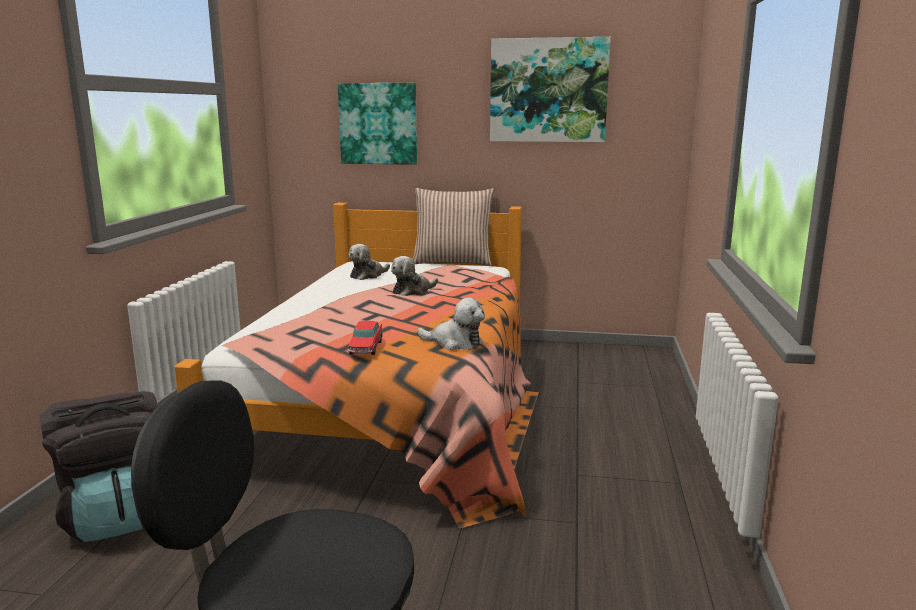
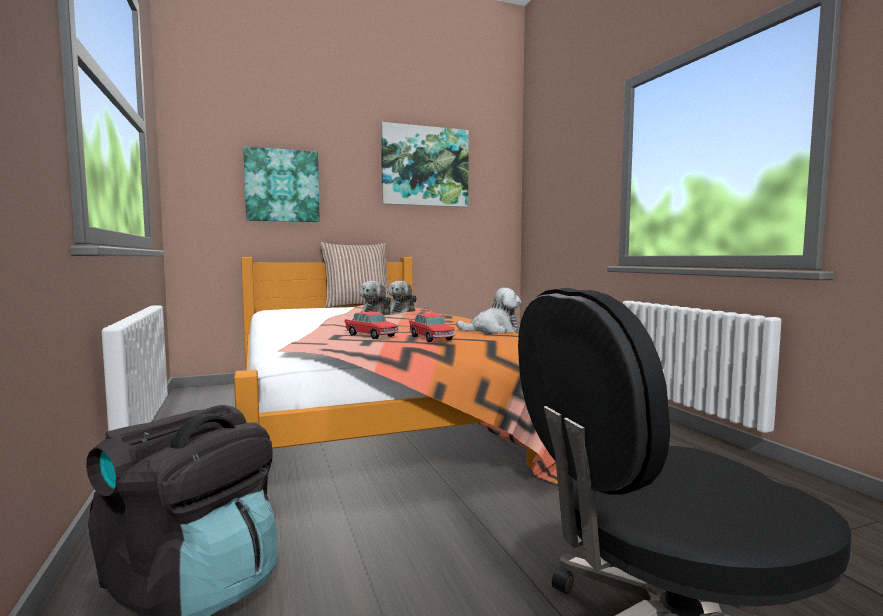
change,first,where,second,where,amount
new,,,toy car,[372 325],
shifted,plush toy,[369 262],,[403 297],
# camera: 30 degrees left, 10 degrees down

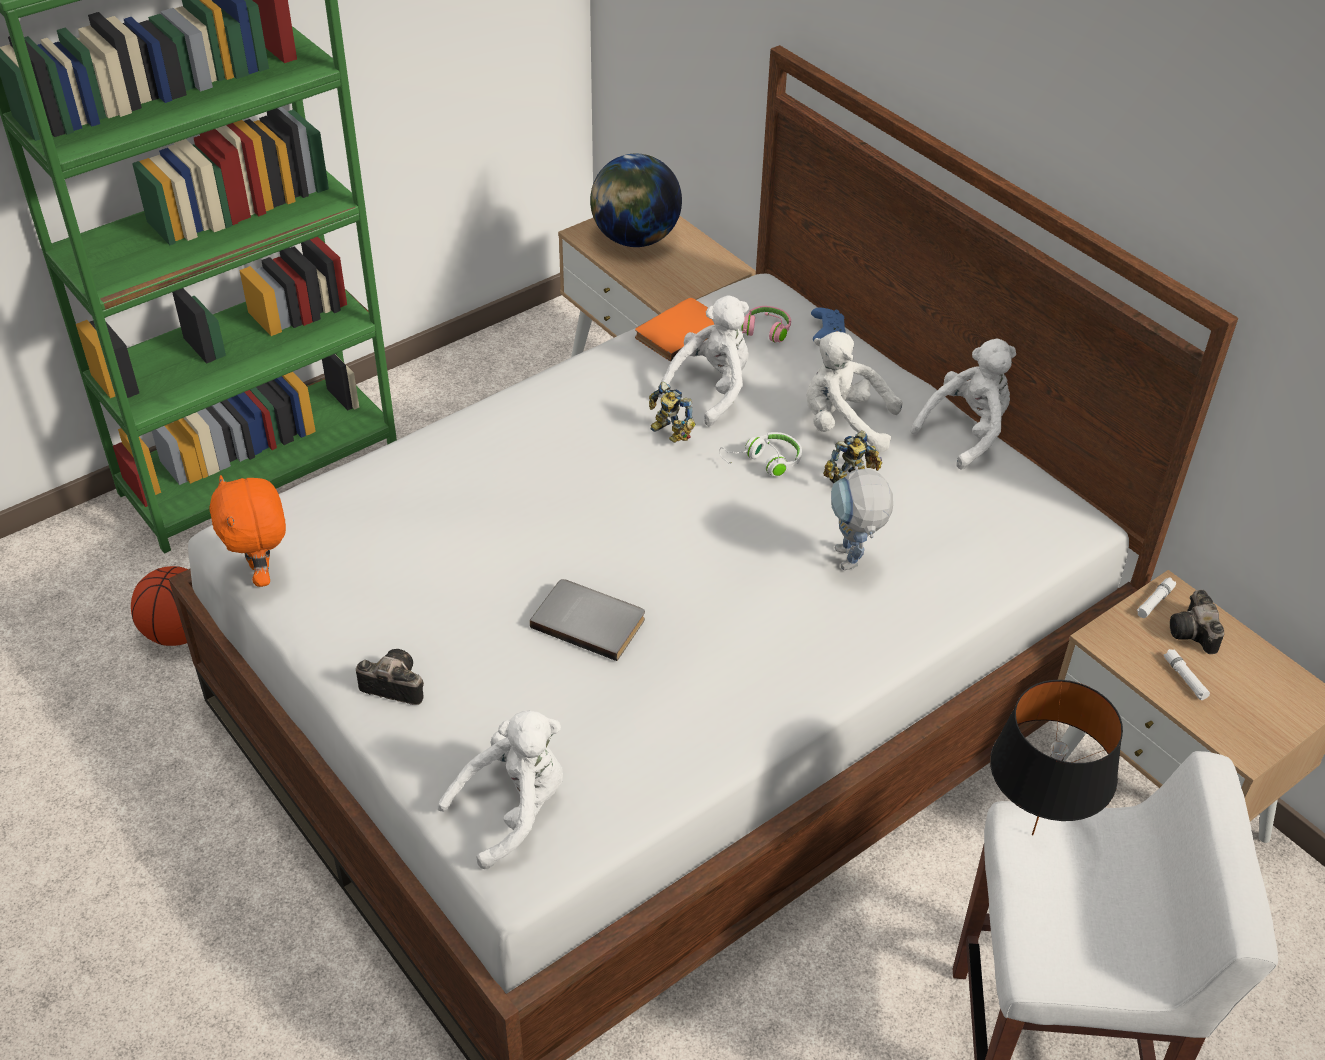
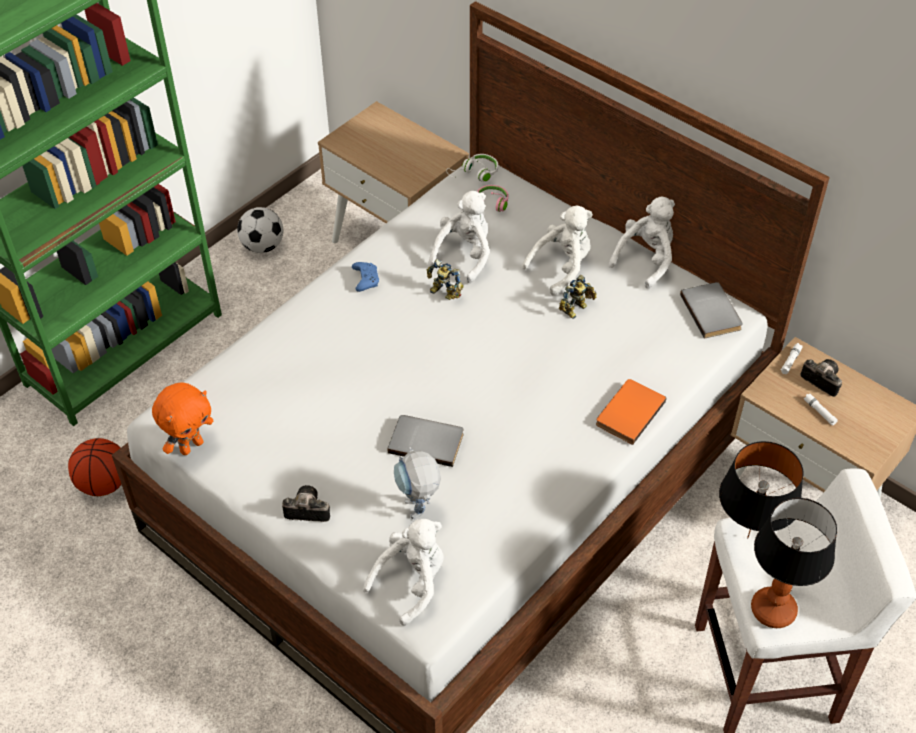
change,first,where,second,where,amount
gone,globe,[636 200],,,
new,,,football,[260 230],
new,,,book (grey),[711 310],
new,,,table lamp,[794 563],
shifted,book (orange),[674 329],,[631 412],
shifted,headphones (white),[760 454],,[472 168],
shifted,game controller (blue),[828 324],,[365 277],
shifted,toy robot,[862 518],,[417 483],
rotated,plush toy (orange),[248 531],,[182 418],105 degrees counterclockwise
rotated,plush toy (white),[854 391],,[557 251],135 degrees clockwise
rotated,photo camera,[1197 622],,[821 378],150 degrees clockwise
# camera: 10 degrees left, 5 degrees up

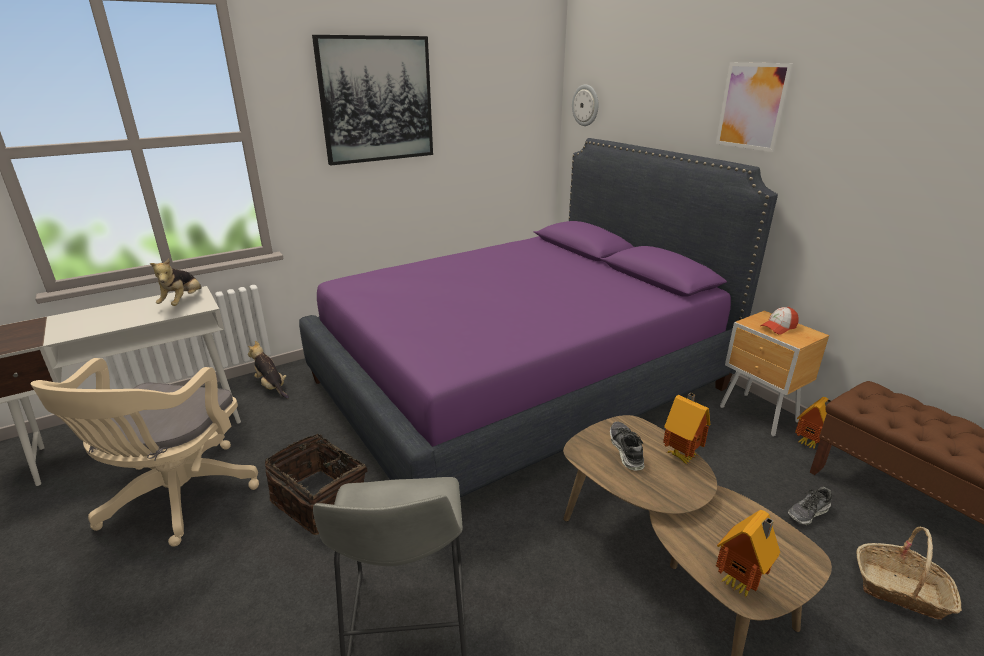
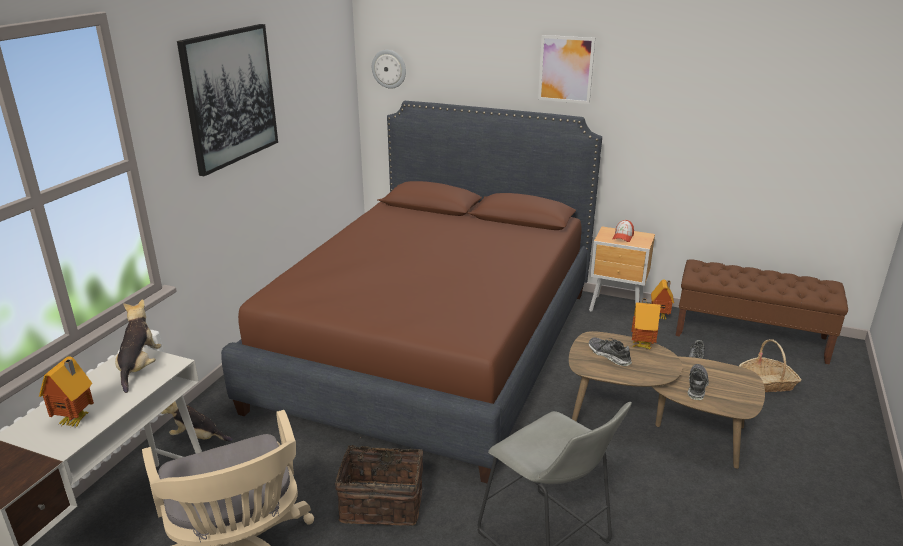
change,first,where,second,where,amount
new,,,shoe,[698 382],
shifted,toy house,[748 553],,[66 391],
repainted,bed (purple),[538 317],bed (brown),[411 292],
rotated,plush toy,[176 282],,[138 346],150 degrees counterclockwise
# camera: 35 degrees left, 0 degrees up

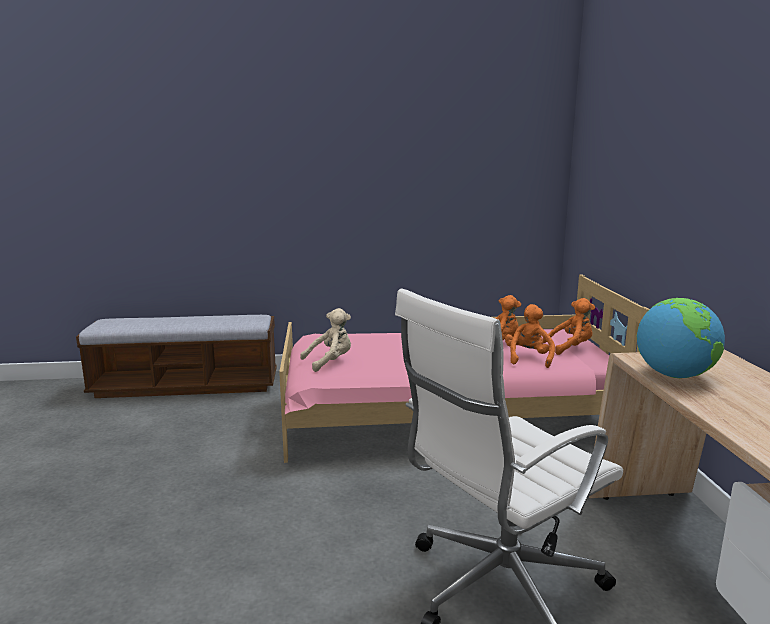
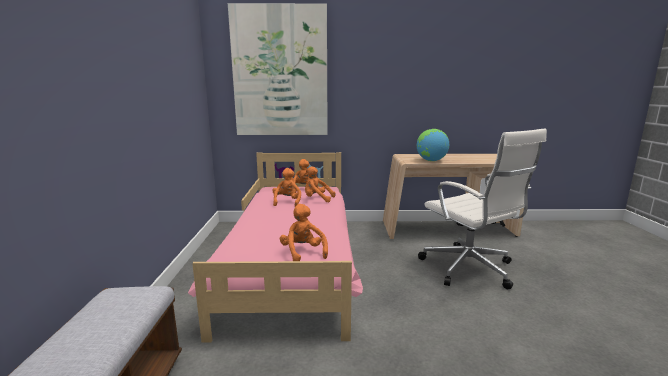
change,first,where,second,where,amount
new,,,picture,[278 69],
repainted,plush toy (beige),[325 340],plush toy (orange),[304 232],
# camera: 85 degrees left, 0 degrees up

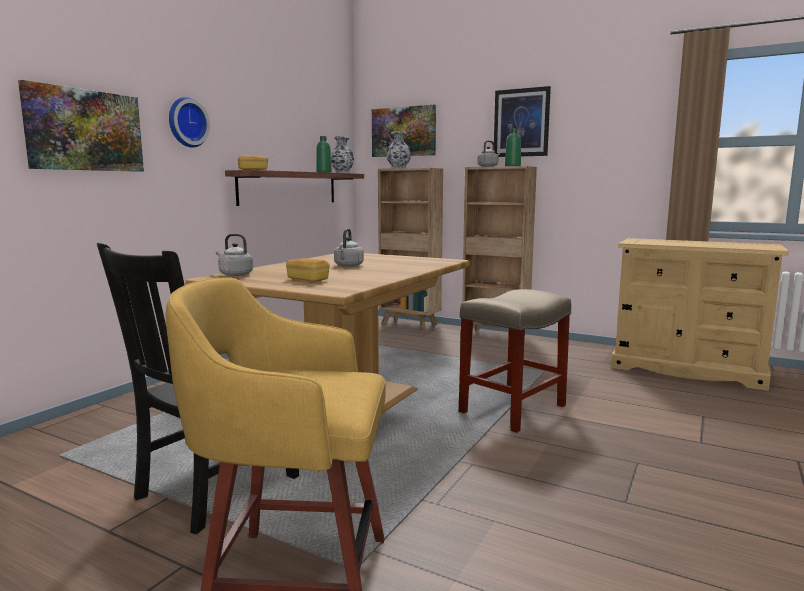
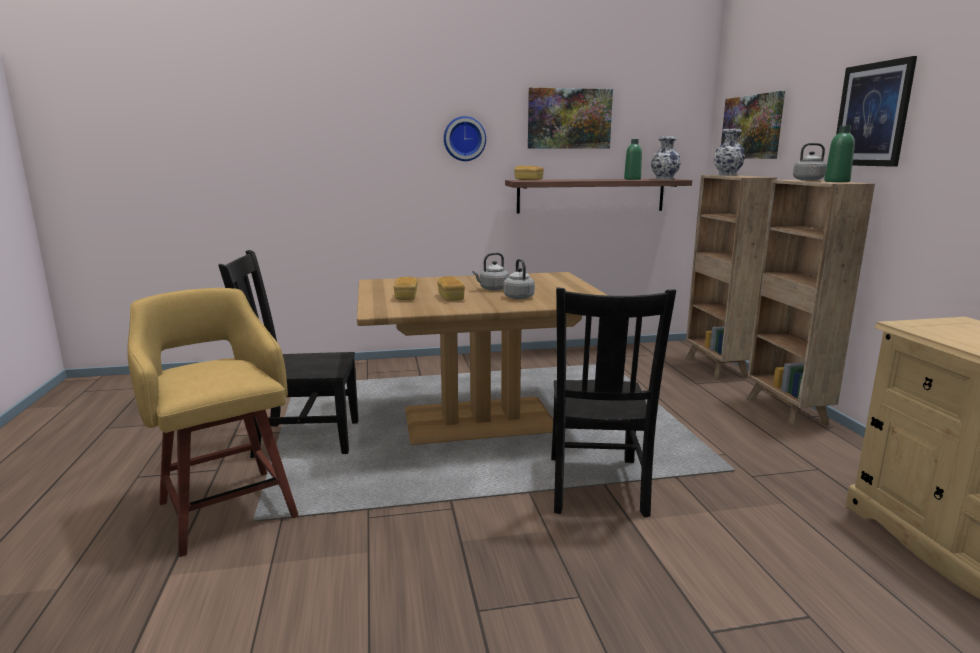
change,first,where,second,where,amount
new,,,bread,[451 288],
shifted,picture,[81 126],,[570 118],
shifted,kettle (grey),[234 255],,[519 279],
swapped,stool (beige),[515 361],chair (black),[613 402],
# camera: 50 degrees right, 5 degrees up

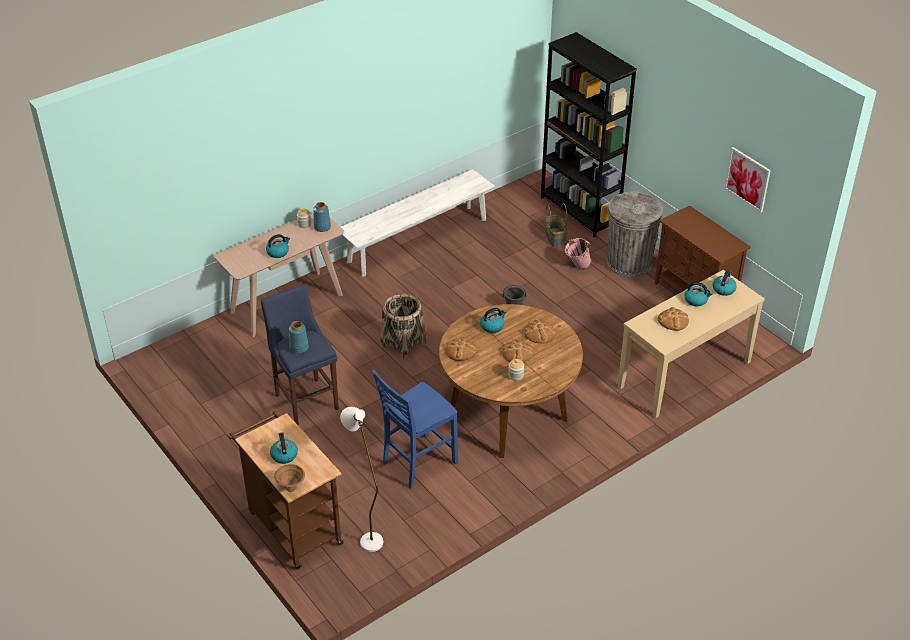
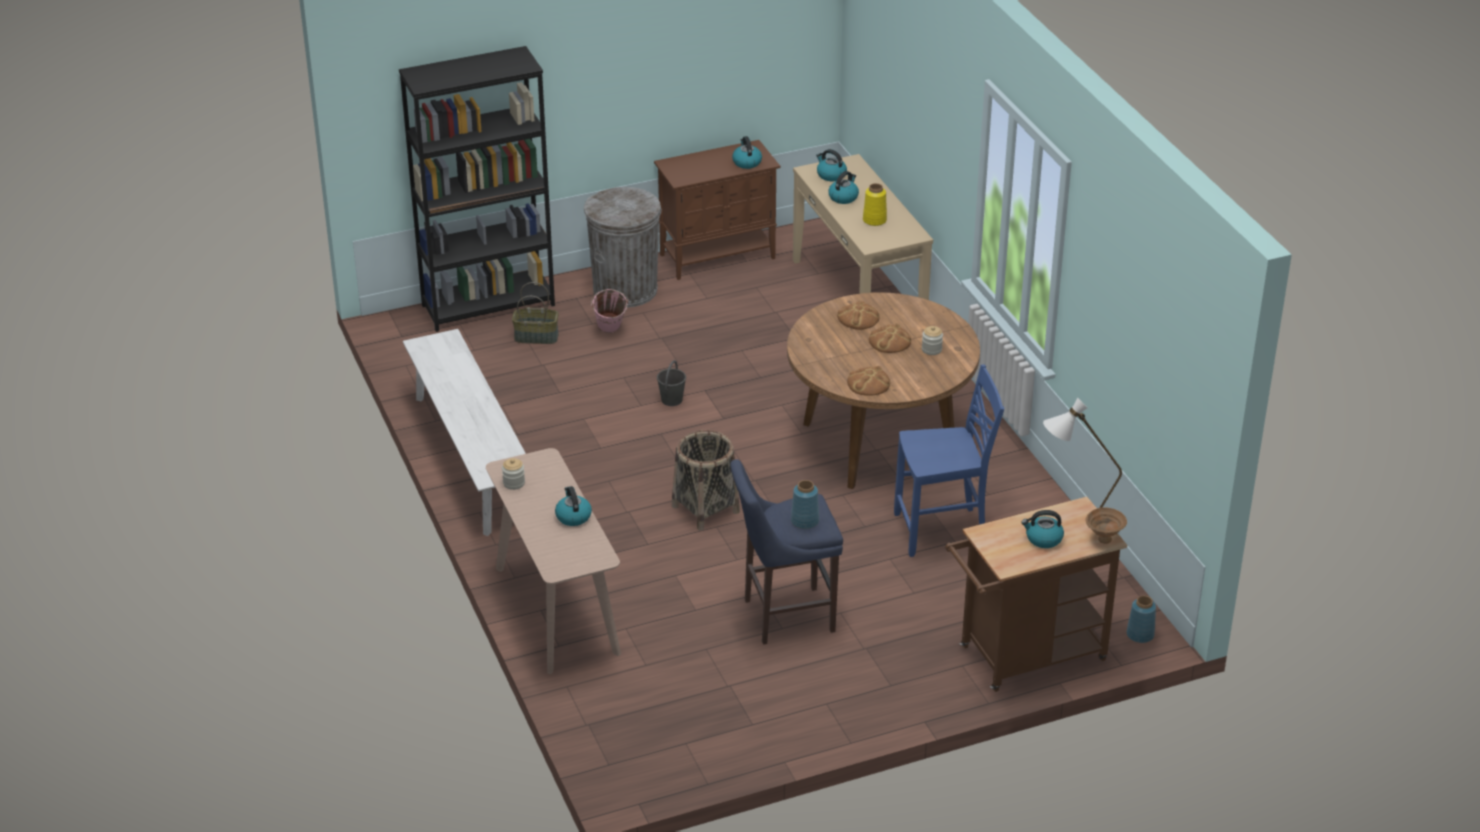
change,first,where,second,where,amount
gone,picture,[747 179],,,
shifted,vase (blue),[322 217],,[1141 619],
shifted,kettle,[493 320],,[747 152],
swapped,bread,[673 319],vase (yellow),[875 204],
rotated,chair (blue),[415 429],,[949 460],75 degrees counterclockwise
# camera: 75 degrees left, 5 degrees down

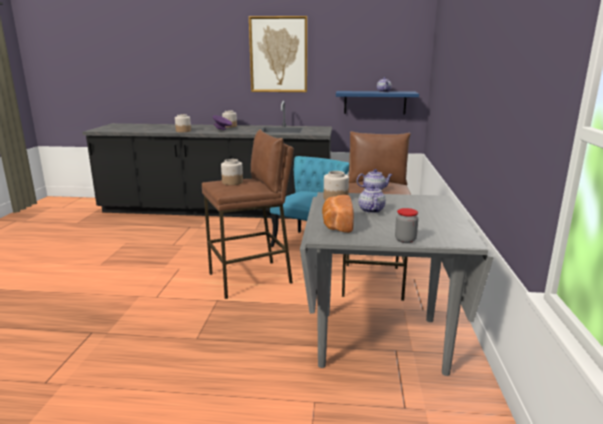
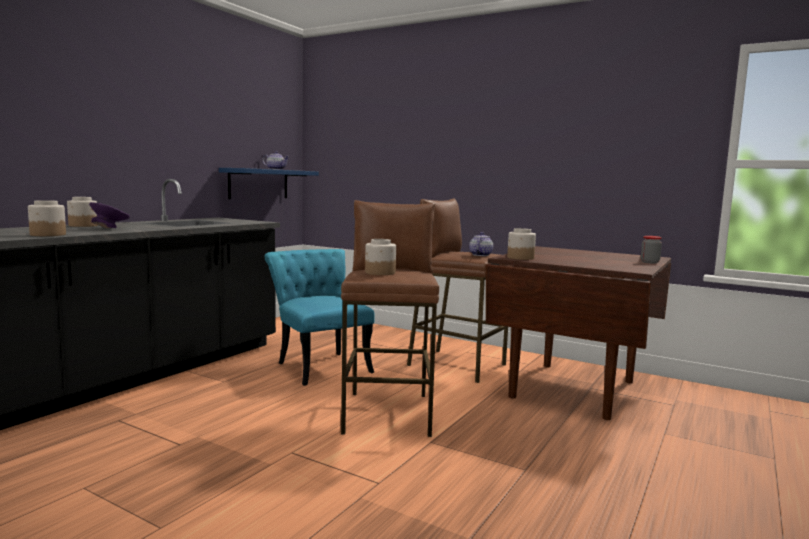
change,first,where,second,where,amount
gone,picture,[278 54],,,
gone,bread,[338 214],,,
gone,teapot,[372 199],,,
repainted,dining table (grey),[397 284],dining table (brown),[578 333],
# camera: 65 degrees left, 10 degrees down

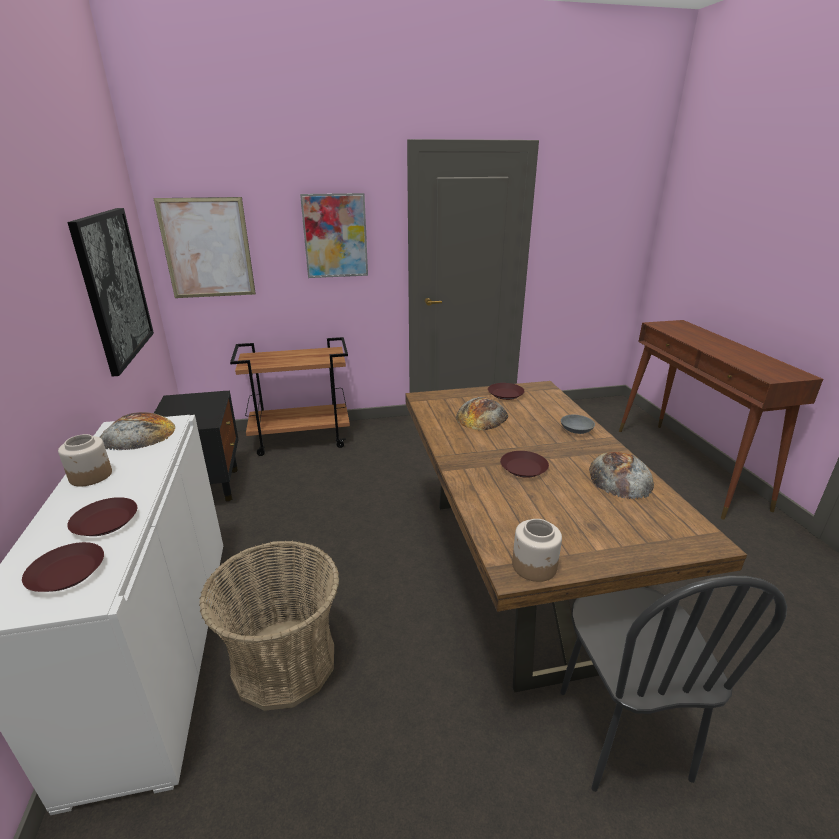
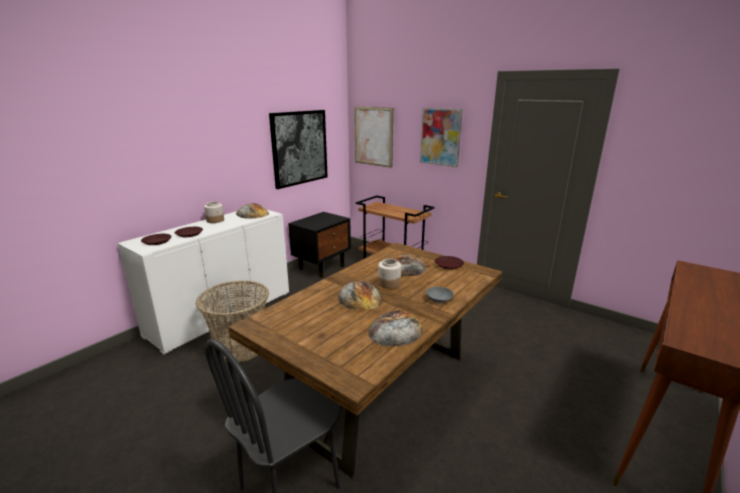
change,first,where,second,where,amount
shifted,jar,[537 550],,[389 273],
swapped,plate (brown),[524 464],bread,[360 295],
# camera: 50 degrees right, 5 degrees down

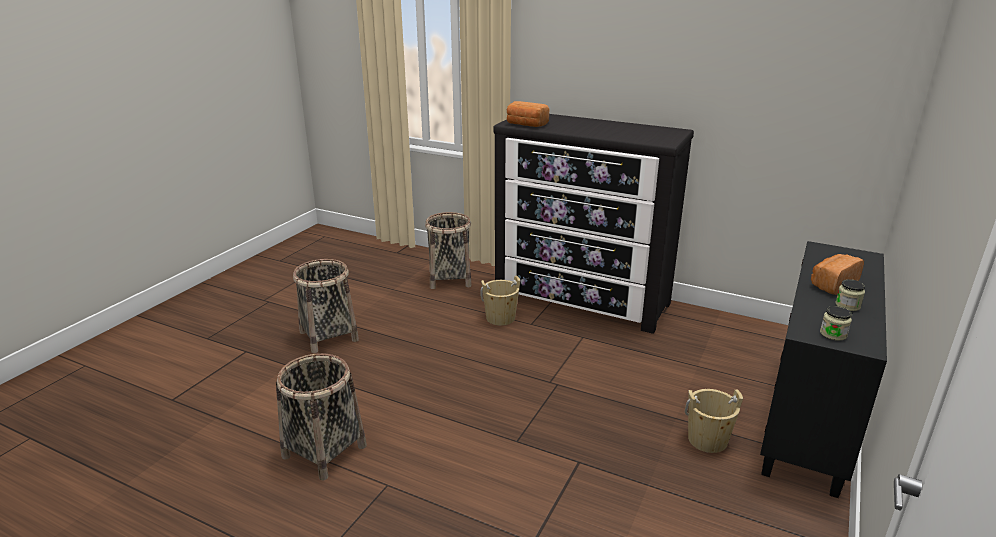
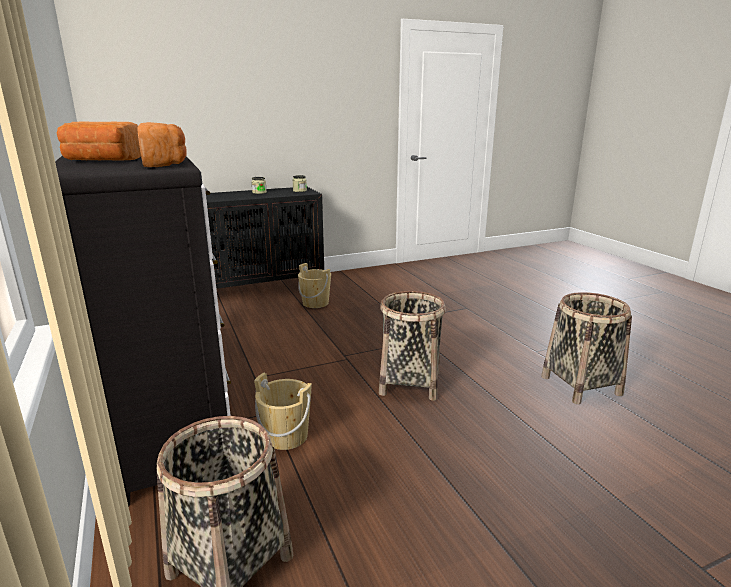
change,first,where,second,where,amount
shifted,basket,[326 306],,[412 346],
shifted,bread,[837 274],,[99 141],
# camera: 140 degrees left, 5 degrees down

